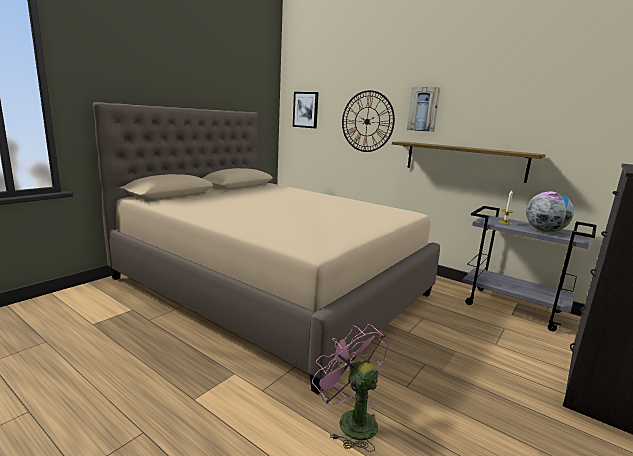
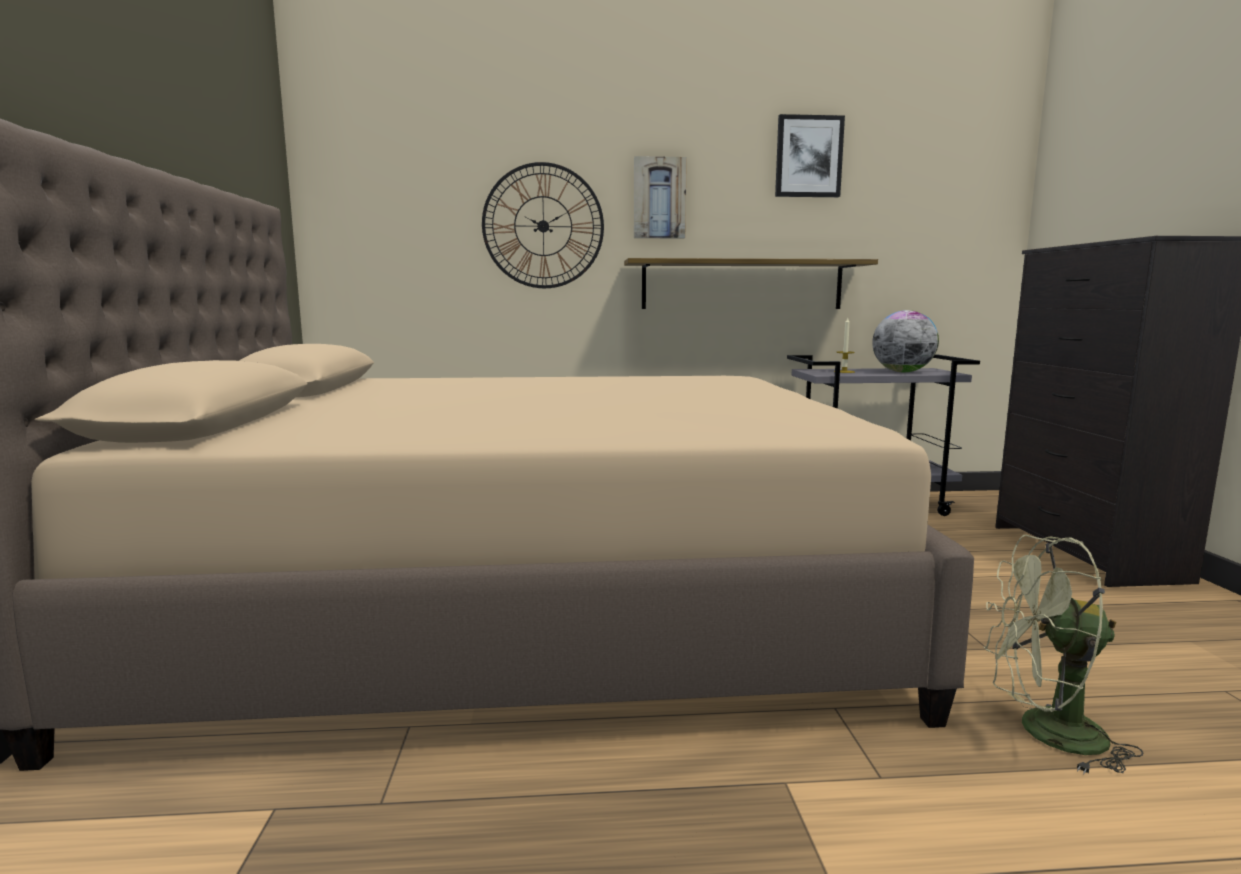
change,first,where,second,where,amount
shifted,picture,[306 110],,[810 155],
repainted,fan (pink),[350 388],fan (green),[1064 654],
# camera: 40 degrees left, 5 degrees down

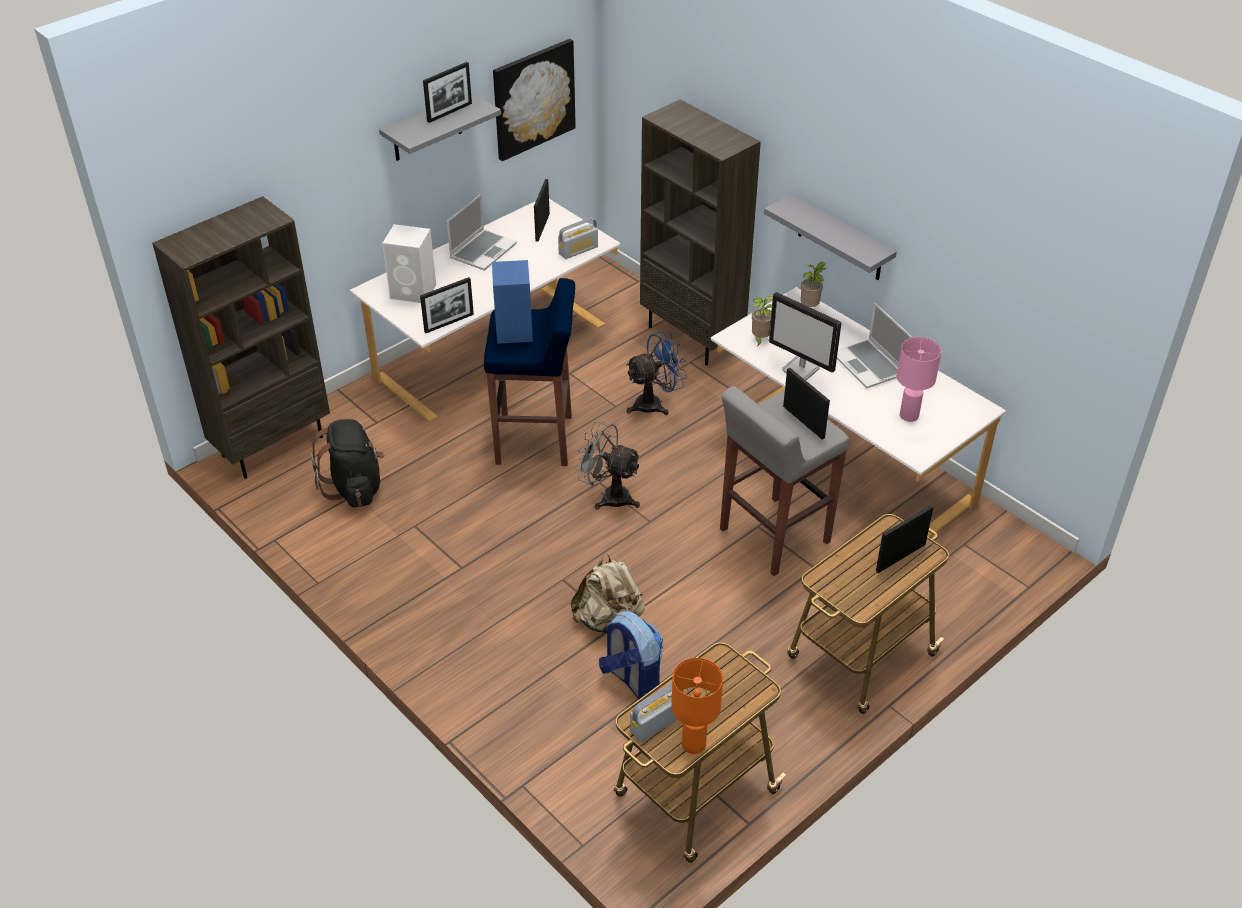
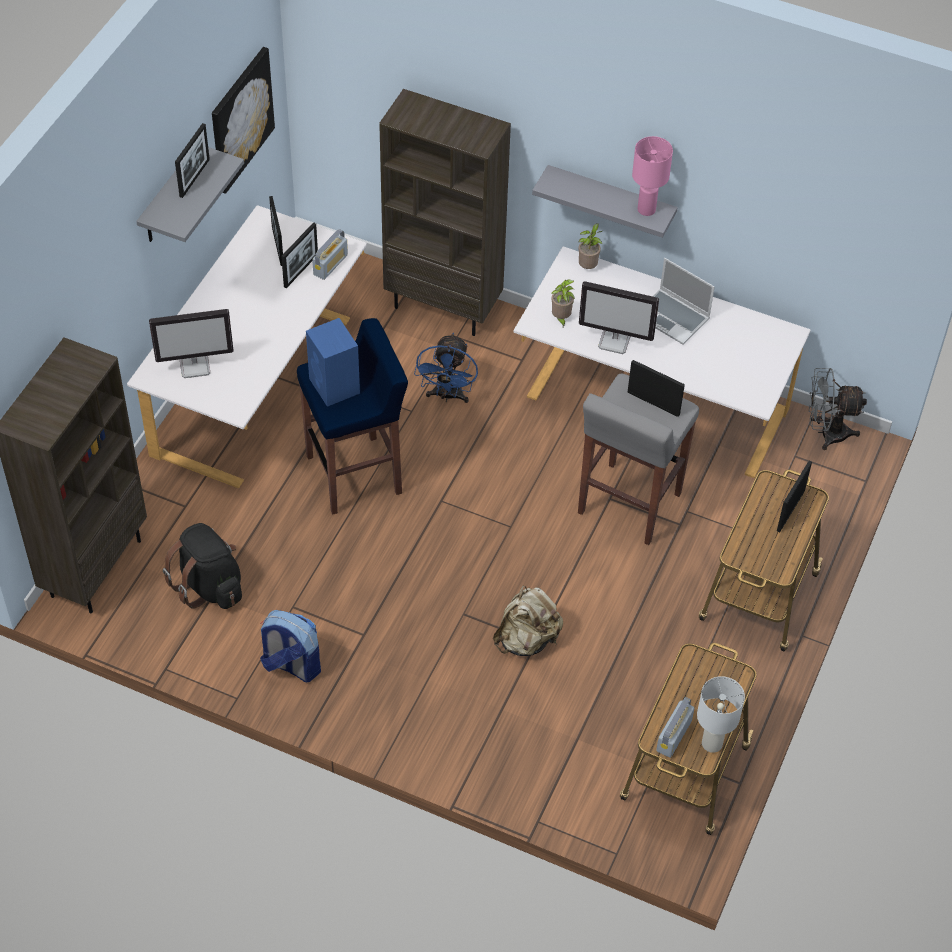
change,first,where,second,where,amount
gone,laptop,[482 232],,,
shifted,picture frame,[447 305],,[299 255],
shifted,fan (grey),[608 466],,[838 409],
shifted,backpack,[631 654],,[290 646],
shifted,table lamp (pink),[919 379],,[652 176],
swapped,speaker (white),[409 263],monitor,[191 343],
repainted,table lamp (orange),[697 706],table lamp (white),[721 714],
rotated,fan (blue),[656 373],,[446 368],150 degrees clockwise
# camera: 25 degrees left, 10 degrees up

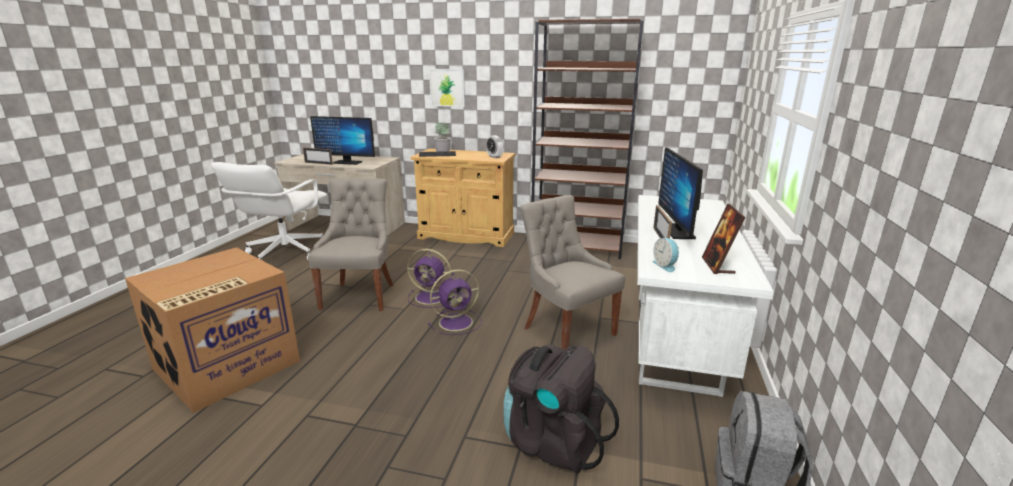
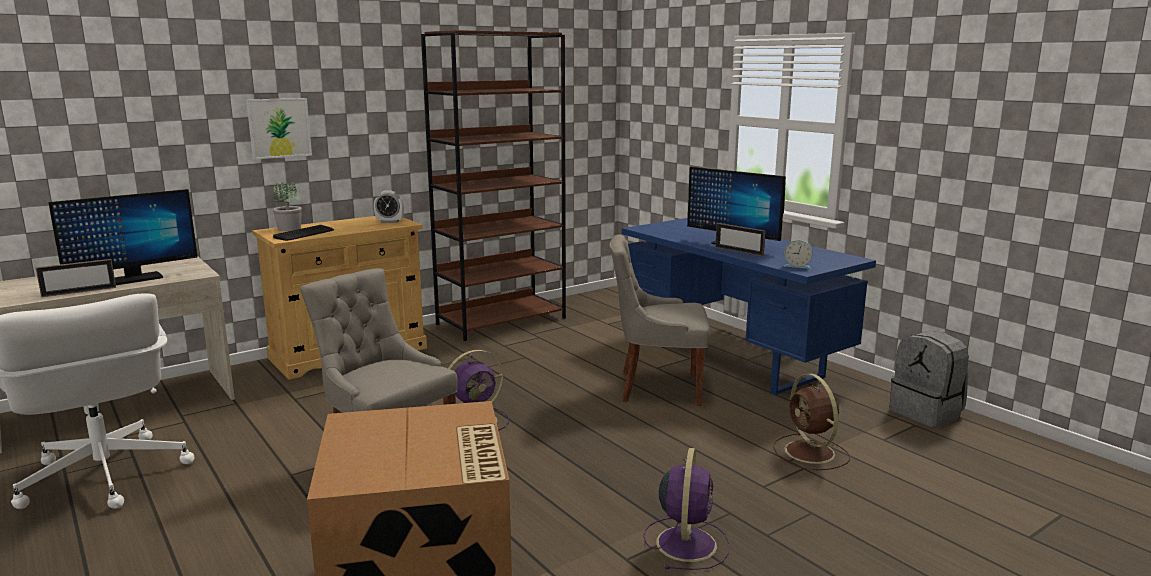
change,first,where,second,where,amount
gone,picture frame,[724 239],,,
shifted,fan (purple),[455 302],,[686 509],
swapped,backpack (black),[561 409],fan (brown),[811 422],
repainted,desk (white),[705 296],desk (blue),[749 306],
# camera: 50 degrees left, 5 degrees down

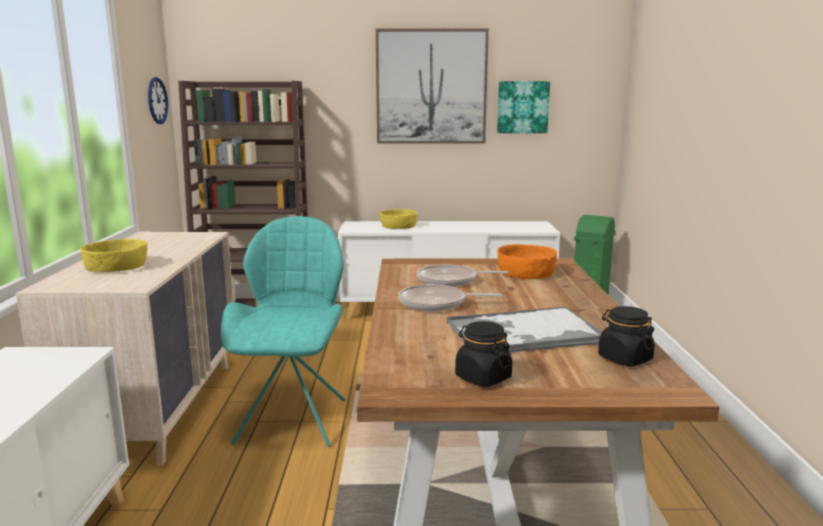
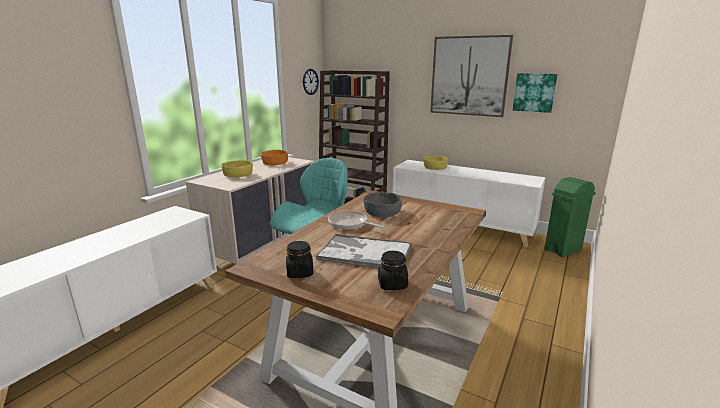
change,first,where,second,where,amount
shifted,bowl (orange),[527 261],,[274 157],
swapped,frying pan,[463 275],bowl (grey),[382 204],
# camera: 30 degrees right, 5 degrees up

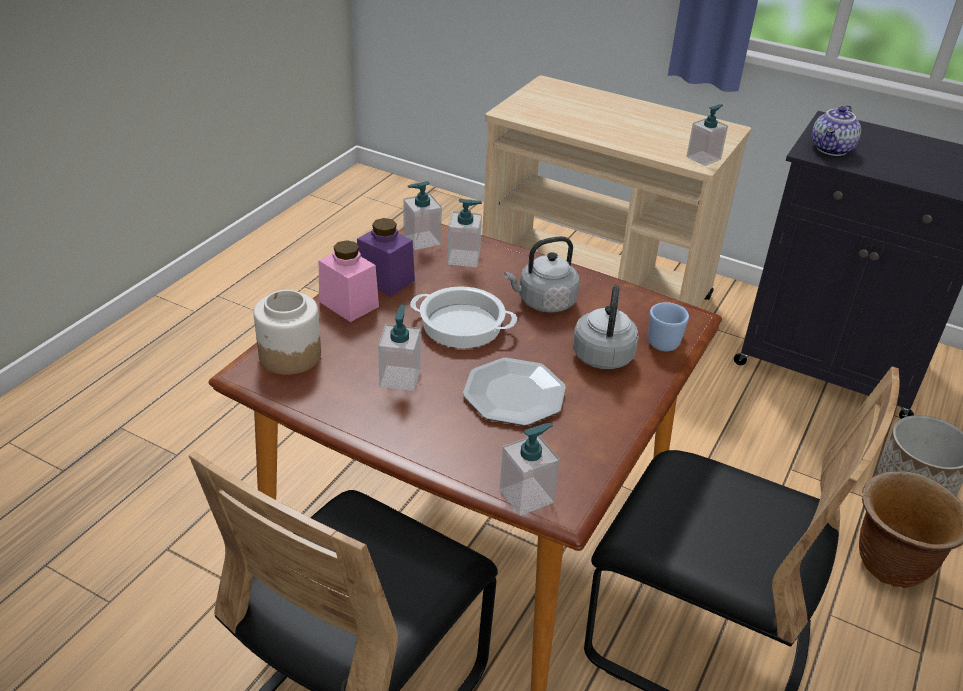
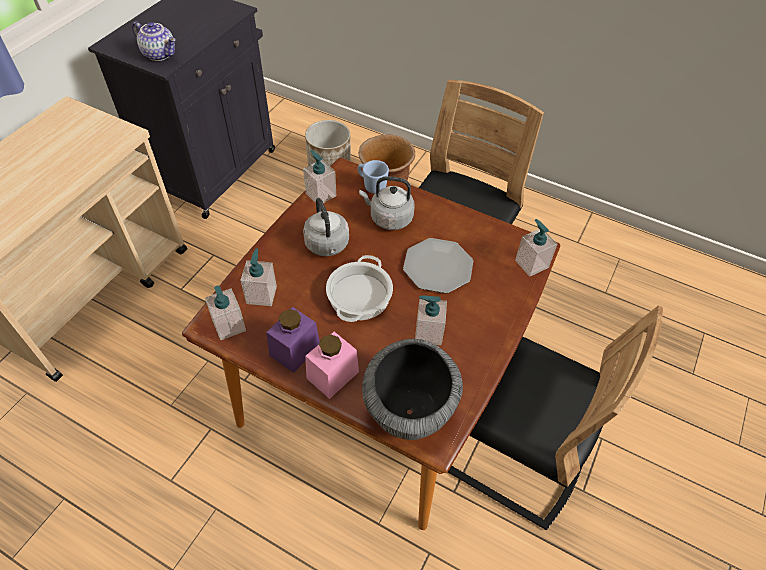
change,first,where,second,where,amount
shifted,soap dispenser,[707 135],,[319 176],
swapped,jar,[287 332],bowl,[412 389],
# camera: 90 degrees left, 15 degrees up

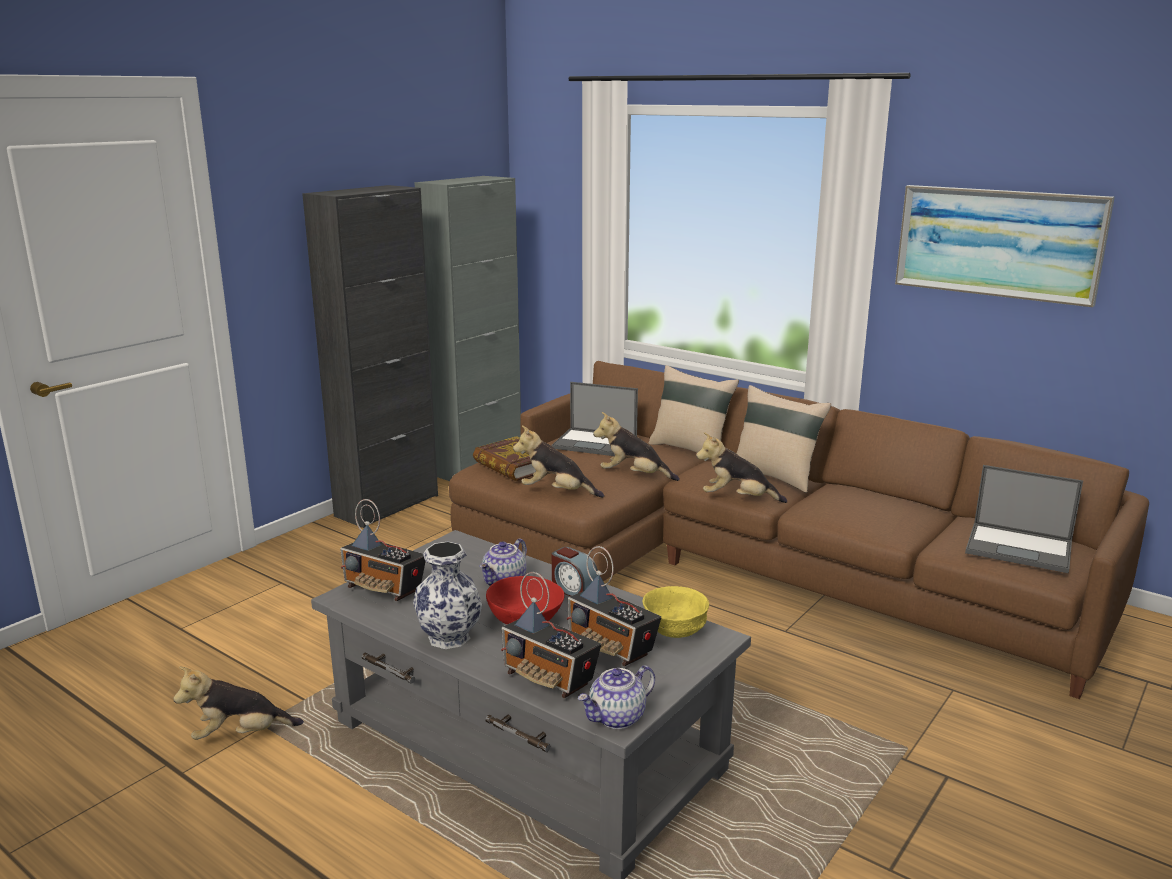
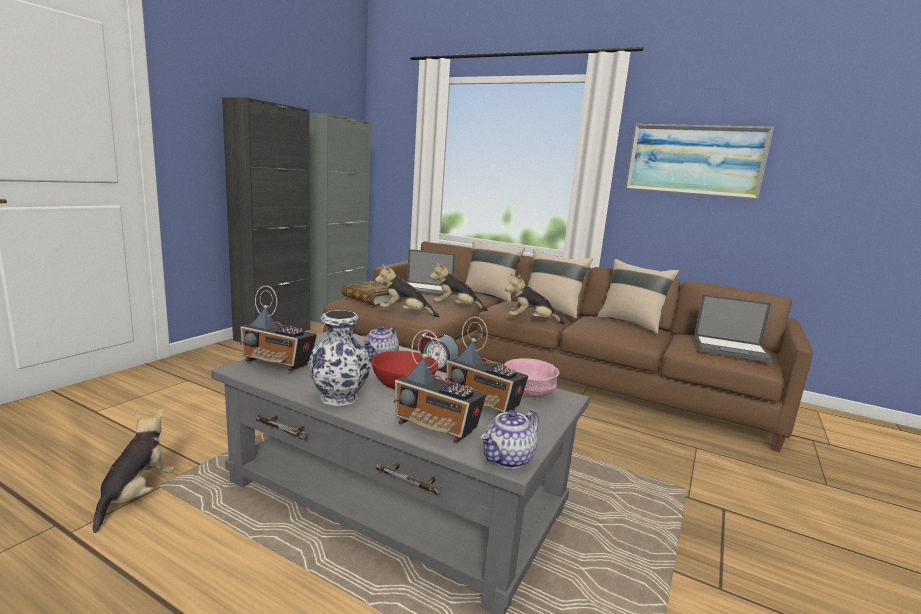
change,first,where,second,where,amount
new,,,pillow (beige),[638 296],
repainted,bowl (yellow),[676 612],bowl (pink),[531 377],
rotated,plush toy,[238 703],,[134 470],120 degrees clockwise
# camera: 10 degrees left, 5 degrees down

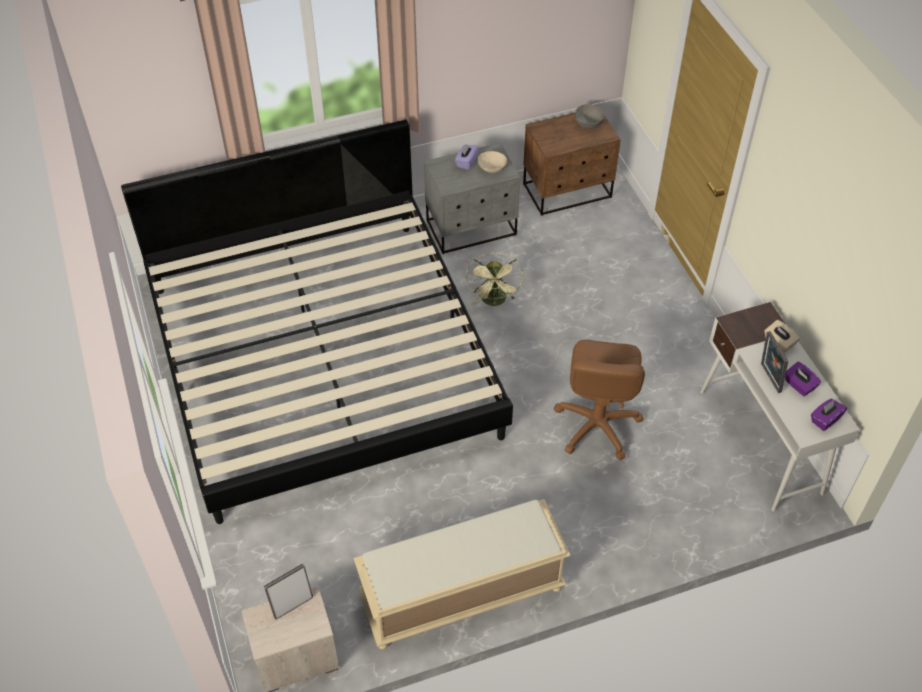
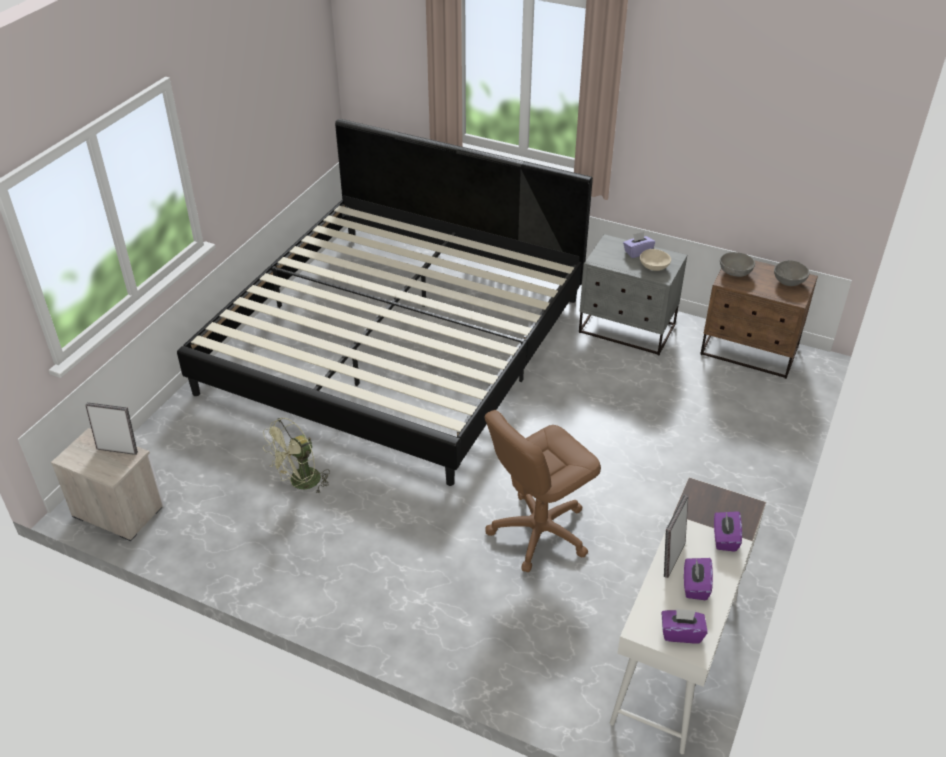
change,first,where,second,where,amount
gone,bench (beige),[462 574],,,
new,,,bowl (grey),[737 264],
shifted,fan (green),[494 279],,[296 455],
repainted,tissue box (beige),[782 336],tissue box (purple),[728 531],
# camera: 45 degrees right, 10 degrees down

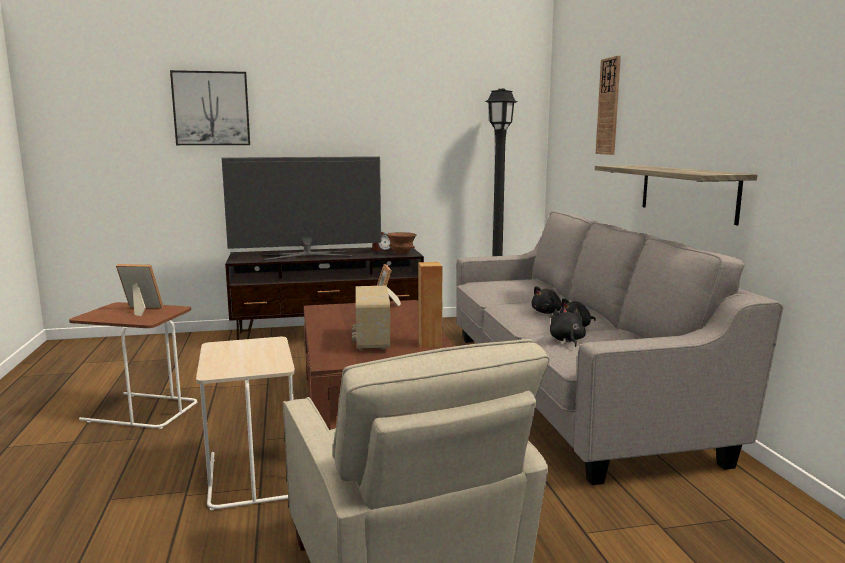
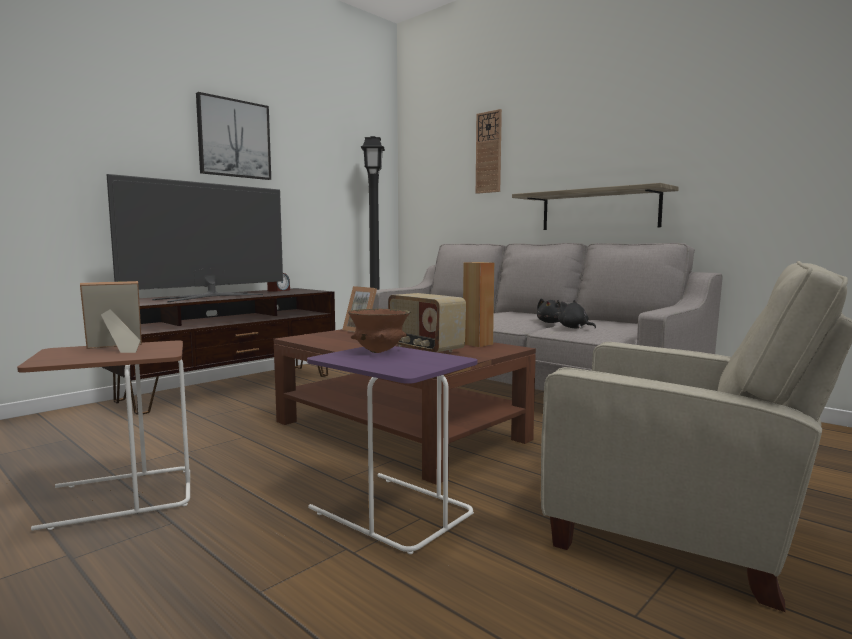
change,first,where,second,where,amount
gone,plush toy (black),[546 300],,,
shifted,picture,[210 107],,[233 136],
shifted,bowl (brown),[402 243],,[379 330],
repainted,side table (beige),[245 423],side table (purple),[392 450],
# camera: 35 degrees left, 5 degrees down

